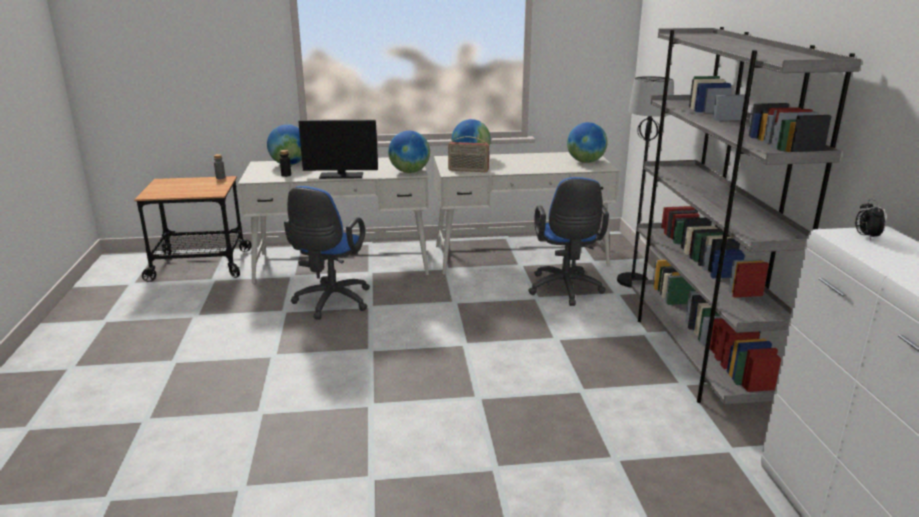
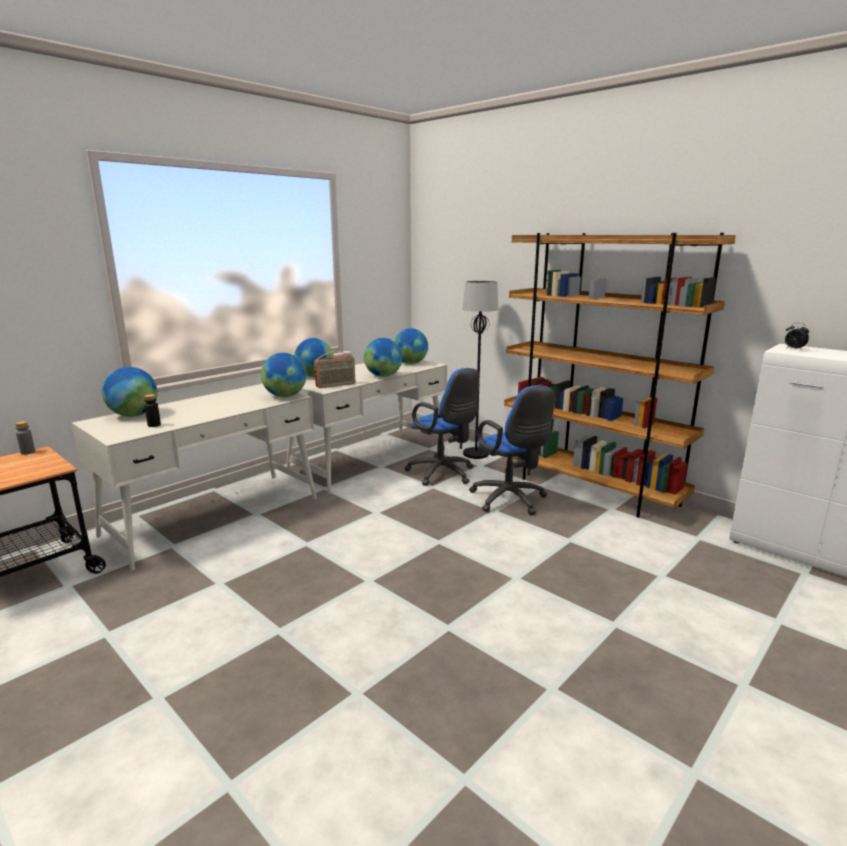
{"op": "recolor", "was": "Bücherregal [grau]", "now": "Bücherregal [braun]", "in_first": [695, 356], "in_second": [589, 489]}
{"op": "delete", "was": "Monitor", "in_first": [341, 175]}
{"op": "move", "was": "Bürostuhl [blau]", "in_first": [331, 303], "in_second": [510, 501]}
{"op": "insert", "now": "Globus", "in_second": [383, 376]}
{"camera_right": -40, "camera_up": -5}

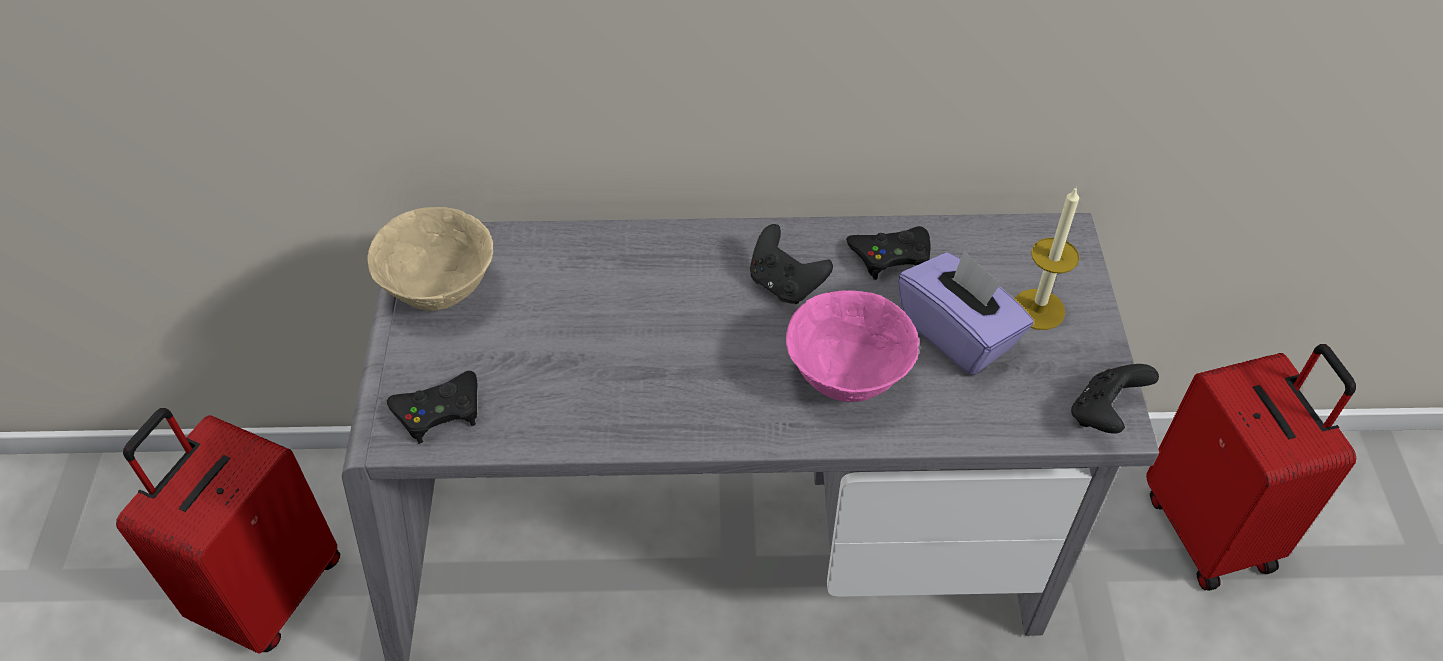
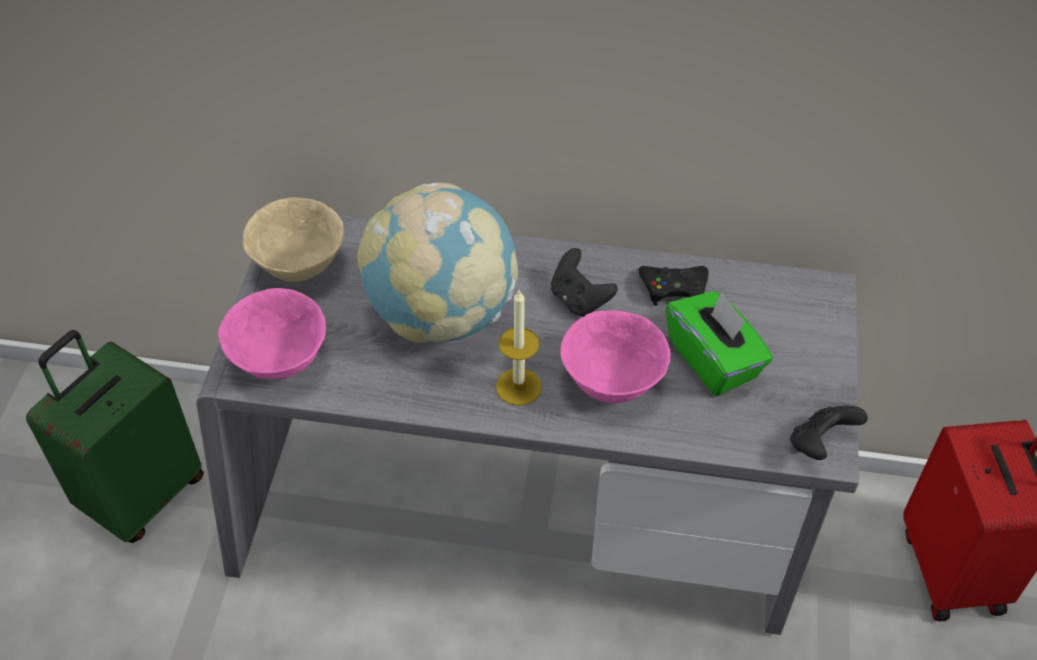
{"op": "move", "was": "Kerze", "in_first": [1038, 309], "in_second": [518, 386]}
{"op": "recolor", "was": "Taschentuchbox [lila]", "now": "Taschentuchbox [grün]", "in_first": [958, 333], "in_second": [714, 360]}
{"op": "replace", "was": "Gamepad [schwarz]", "now": "Schüssel [rosa]", "in_first": [439, 411], "in_second": [279, 362]}
{"op": "recolor", "was": "Koffer [rot]", "now": "Koffer [grün]", "in_first": [268, 591], "in_second": [141, 494]}
{"op": "insert", "now": "Globus", "in_second": [442, 314]}
{"camera_right": 10, "camera_up": 0}

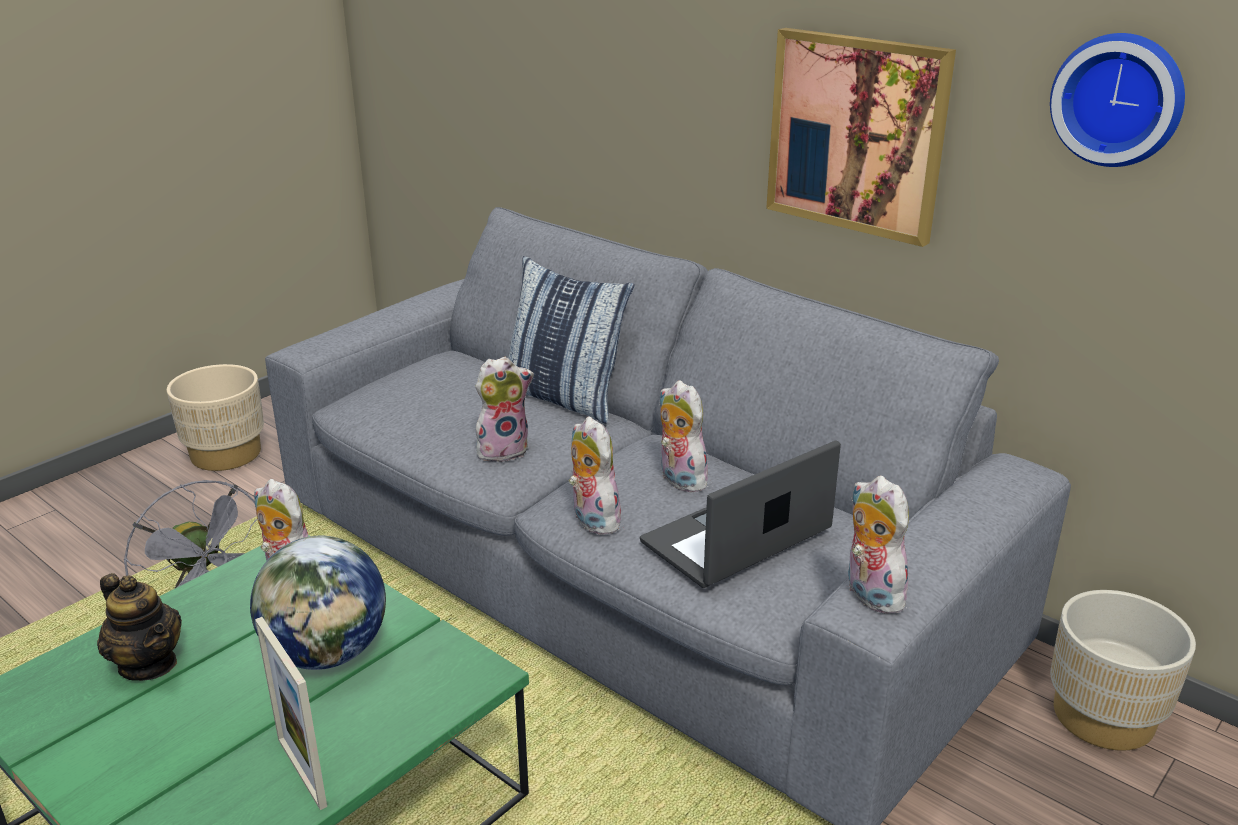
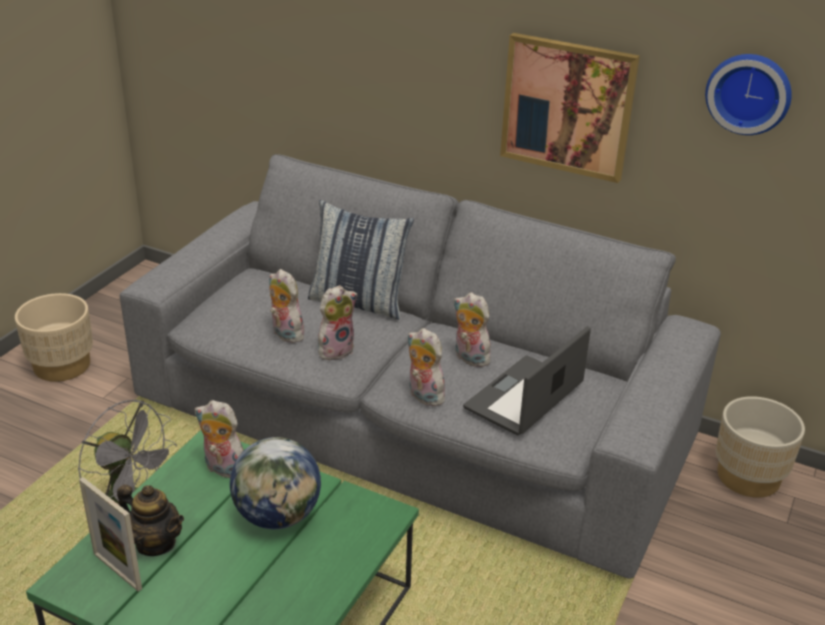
{"op": "move", "was": "Plüschtier", "in_first": [869, 594], "in_second": [285, 334]}
{"op": "move", "was": "Bilderrahmen", "in_first": [301, 772], "in_second": [117, 571]}
{"camera_right": -15, "camera_up": 5}

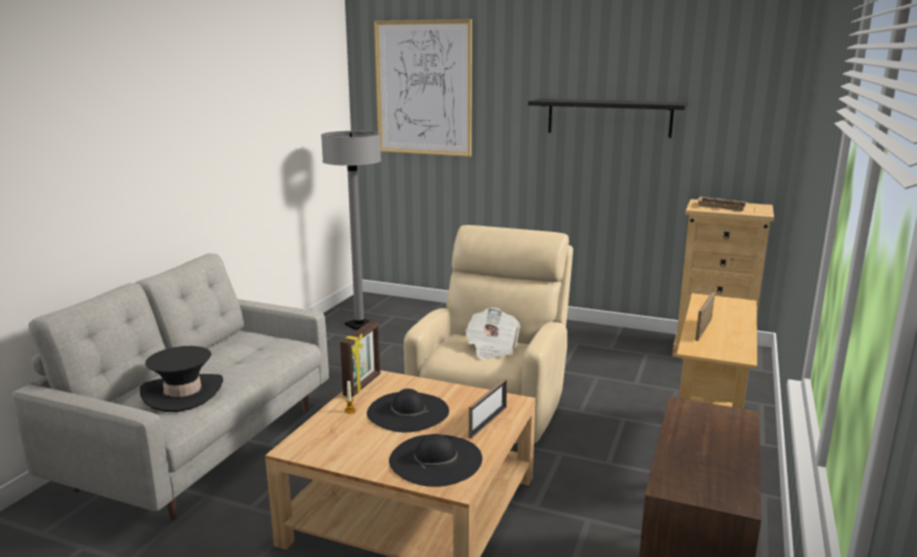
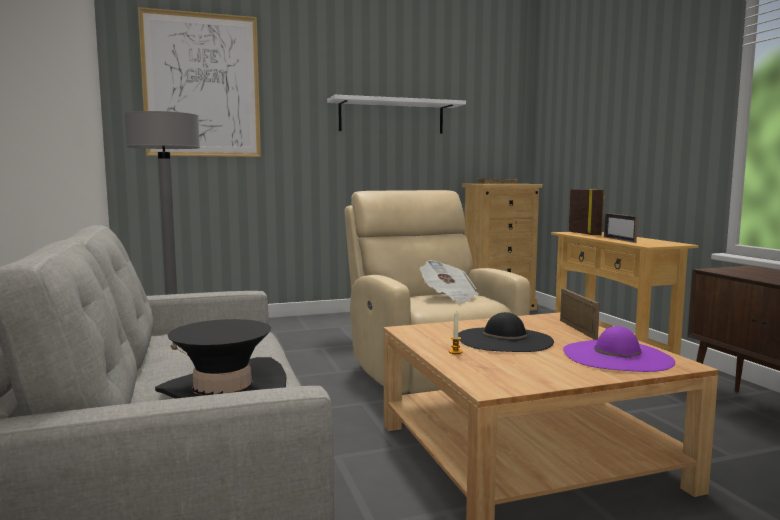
{"op": "recolor", "was": "Wandregal [schwarz]", "now": "Wandregal [weiß]", "in_first": [609, 117], "in_second": [391, 117]}
{"op": "move", "was": "Bilderrahmen", "in_first": [363, 385], "in_second": [585, 234]}
{"op": "recolor", "was": "Hut [schwarz]", "now": "Hut [lila]", "in_first": [435, 459], "in_second": [616, 356]}
{"camera_right": -40, "camera_up": -10}

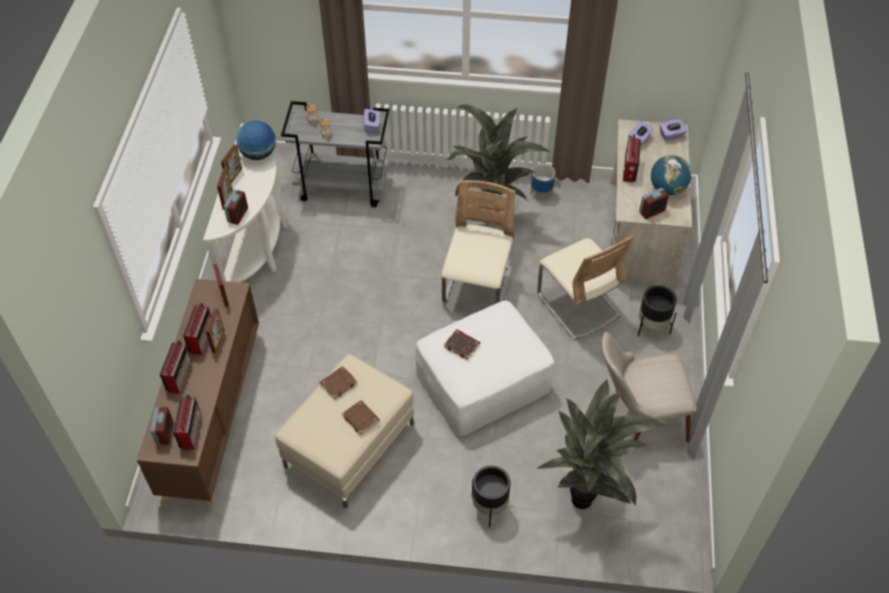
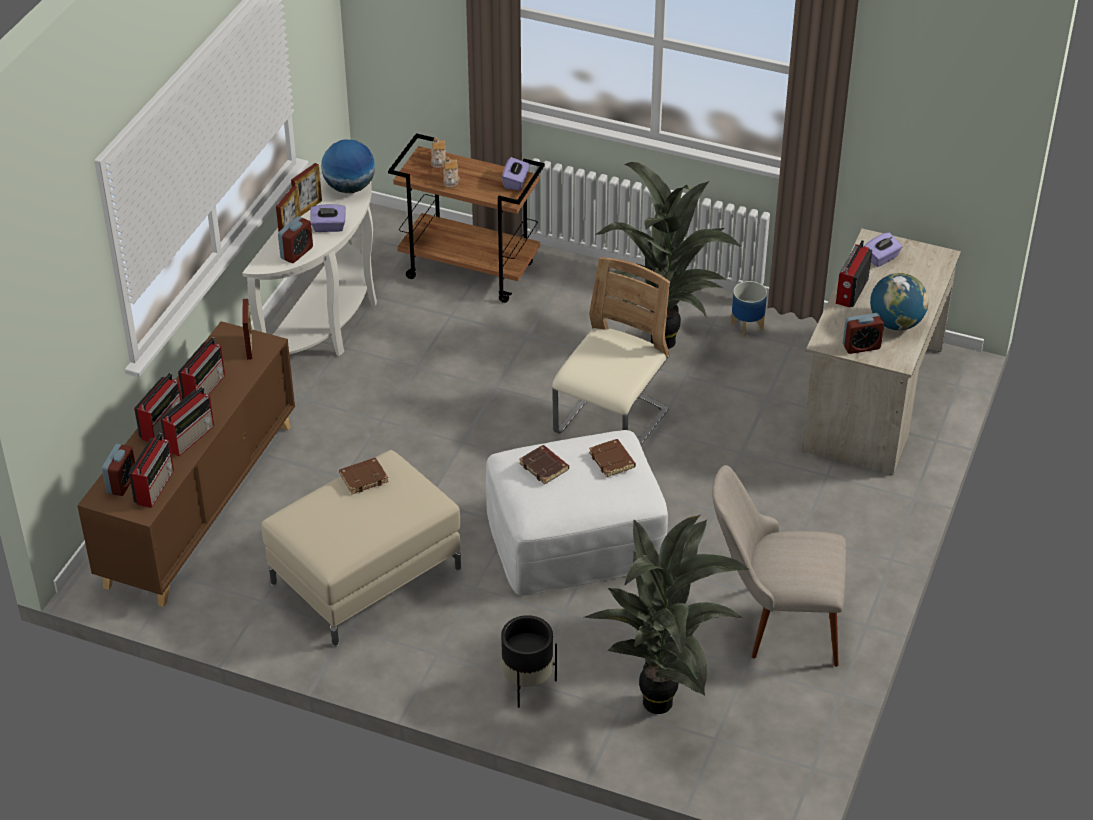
{"op": "recolor", "was": "Rollwagen [grau]", "now": "Rollwagen [braun]", "in_first": [343, 187], "in_second": [471, 270]}
{"op": "move", "was": "Taschentuchbox [lila]", "in_first": [671, 135], "in_second": [328, 227]}
{"op": "delete", "was": "Stuhl [beige]", "in_first": [578, 305]}
{"op": "delete", "was": "Pflanzkübel [schwarz]", "in_first": [652, 327]}
{"op": "delete", "was": "Bilderrahmen", "in_first": [218, 341]}
{"op": "move", "was": "Buch [braun]", "in_first": [361, 419], "in_second": [613, 461]}
{"op": "insert", "now": "Radio", "in_second": [191, 437]}
{"camera_right": 15, "camera_up": -10}

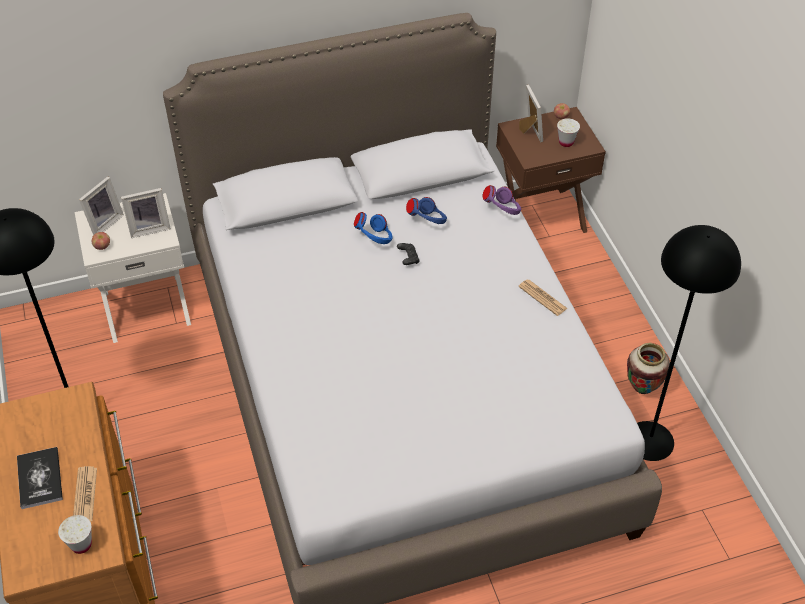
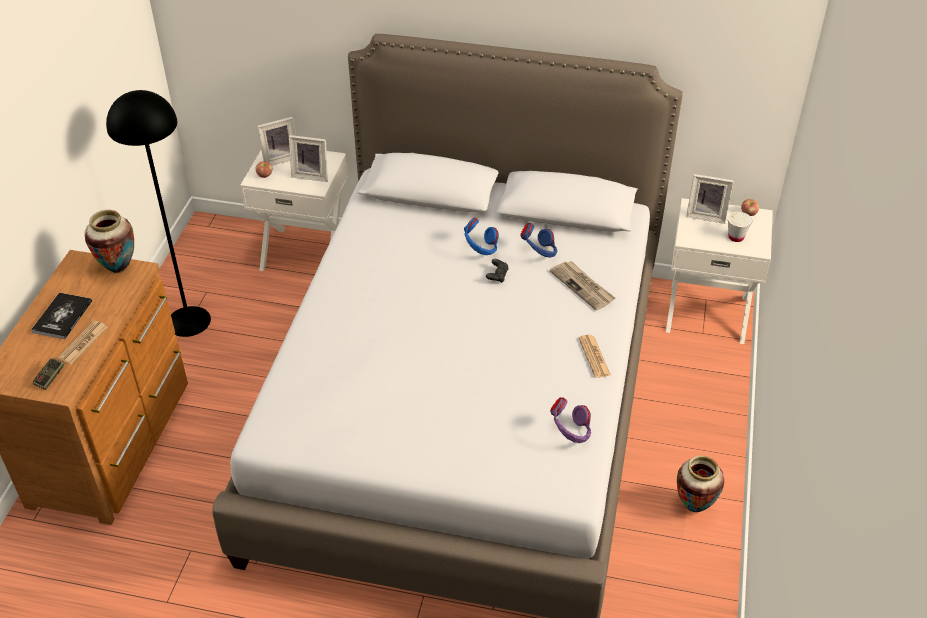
{"op": "rotate", "was": "Bilderrahmen", "in_first": [529, 131], "in_second": [706, 215], "clockwise": 90}
{"op": "recolor", "was": "Nachttisch [braun]", "now": "Nachttisch [weiß]", "in_first": [540, 216], "in_second": [707, 312]}
{"op": "move", "was": "Kopfhörer [lila]", "in_first": [502, 211], "in_second": [570, 432]}
{"op": "delete", "was": "Stehlampe [schwarz]", "in_first": [650, 441]}
{"op": "replace", "was": "Tasse [weiß]", "now": "Gamepad", "in_first": [81, 545], "in_second": [50, 378]}
{"op": "insert", "now": "Vase", "in_second": [118, 268]}
{"op": "insert", "now": "Zeitung", "in_second": [583, 286]}
{"camera_right": 30, "camera_up": -5}

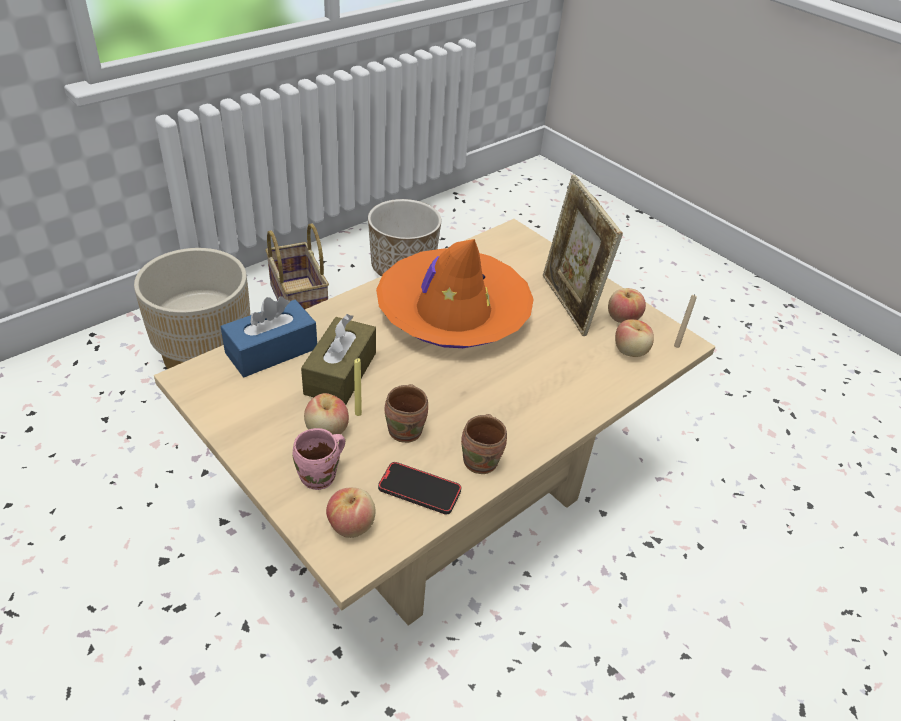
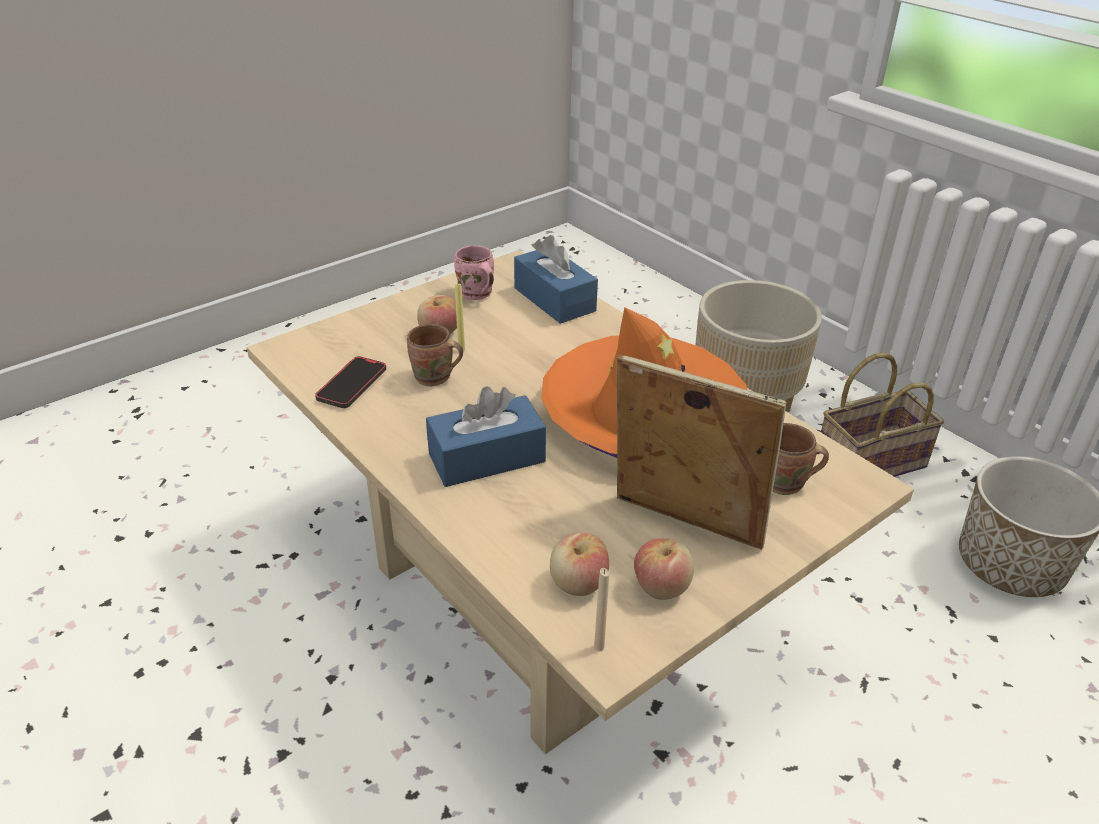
{"op": "rotate", "was": "Bilderrahmen", "in_first": [568, 305], "in_second": [683, 526], "clockwise": 45}
{"op": "delete", "was": "Taschentuchbox [braun]", "in_first": [340, 373]}
{"op": "move", "was": "Henkelbecher [braun]", "in_first": [482, 461], "in_second": [785, 485]}
{"op": "move", "was": "Henkelbecher [rosa]", "in_first": [321, 477], "in_second": [475, 295]}
{"op": "delete", "was": "Apfel", "in_first": [351, 525]}
{"op": "insert", "now": "Taschentuchbox [blau]", "in_second": [487, 458]}
{"camera_right": 95, "camera_up": -5}

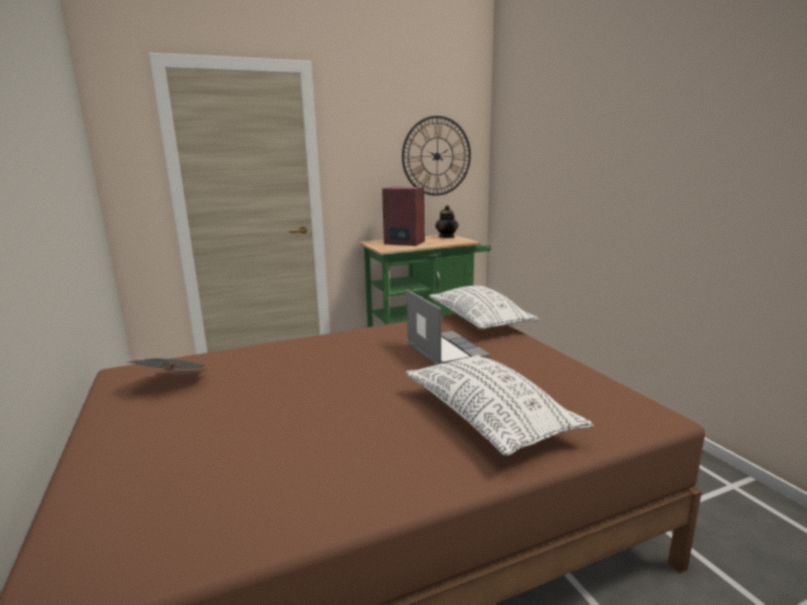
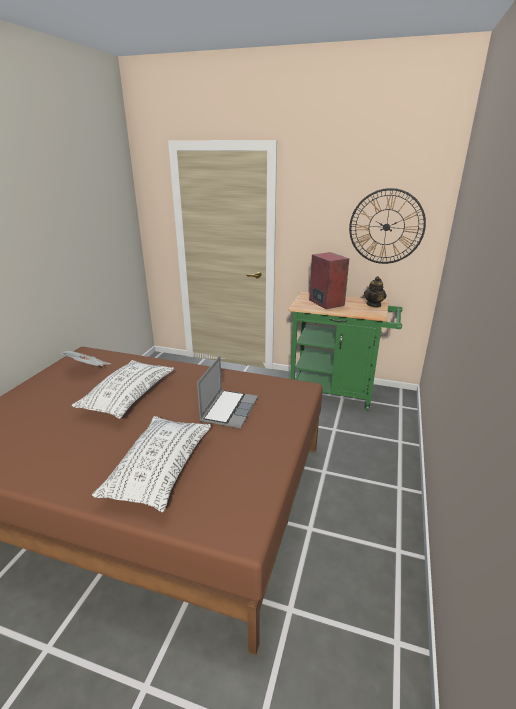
{"op": "move", "was": "Kissen [weiß]", "in_first": [478, 320], "in_second": [128, 396]}
{"camera_right": 40, "camera_up": 10}

